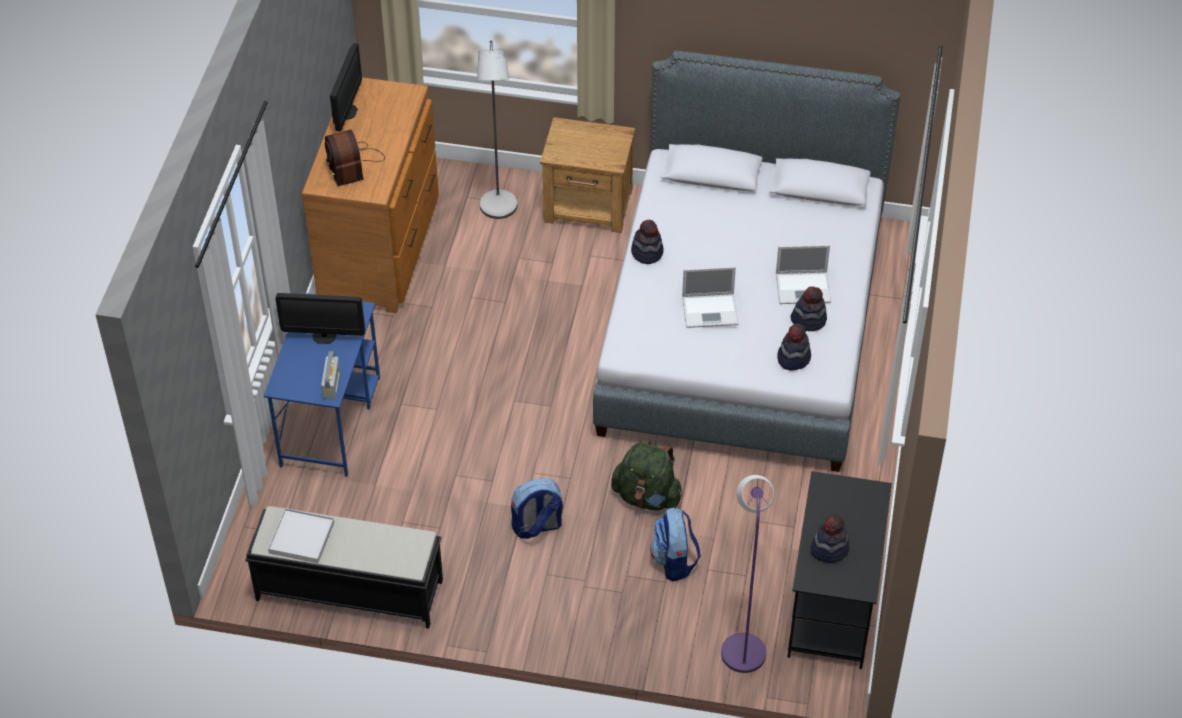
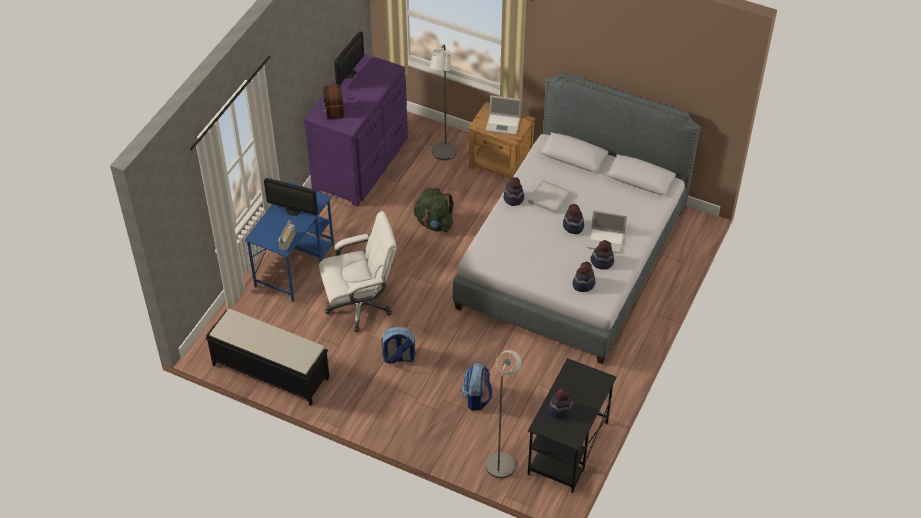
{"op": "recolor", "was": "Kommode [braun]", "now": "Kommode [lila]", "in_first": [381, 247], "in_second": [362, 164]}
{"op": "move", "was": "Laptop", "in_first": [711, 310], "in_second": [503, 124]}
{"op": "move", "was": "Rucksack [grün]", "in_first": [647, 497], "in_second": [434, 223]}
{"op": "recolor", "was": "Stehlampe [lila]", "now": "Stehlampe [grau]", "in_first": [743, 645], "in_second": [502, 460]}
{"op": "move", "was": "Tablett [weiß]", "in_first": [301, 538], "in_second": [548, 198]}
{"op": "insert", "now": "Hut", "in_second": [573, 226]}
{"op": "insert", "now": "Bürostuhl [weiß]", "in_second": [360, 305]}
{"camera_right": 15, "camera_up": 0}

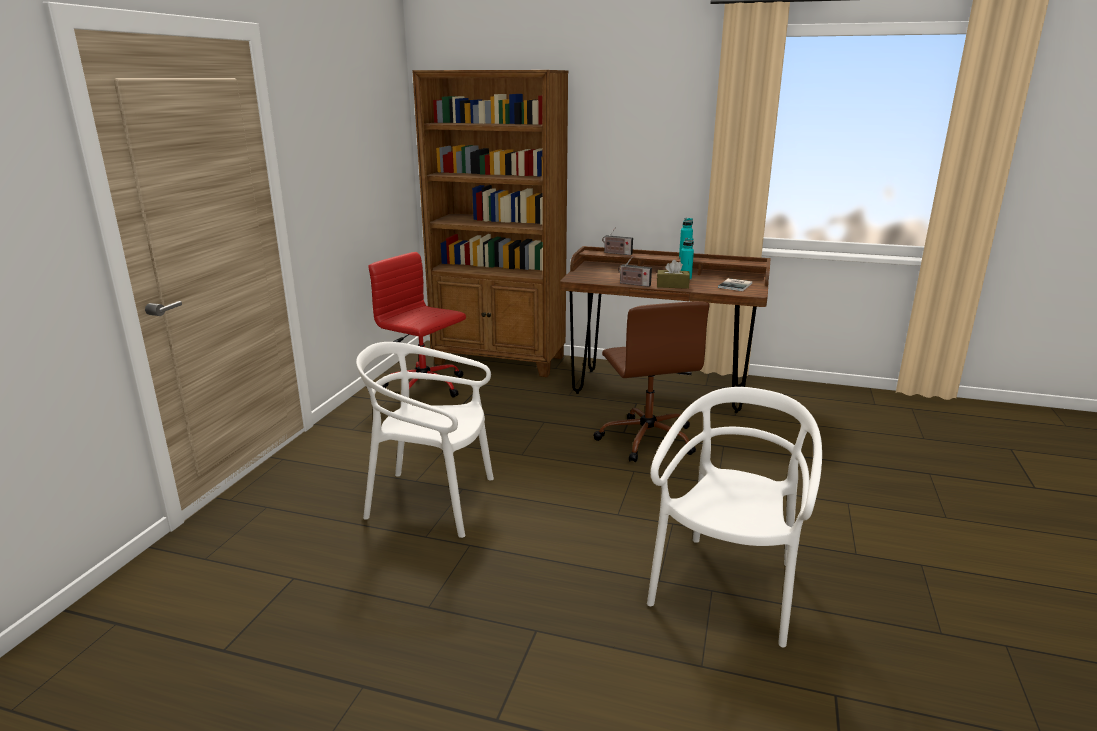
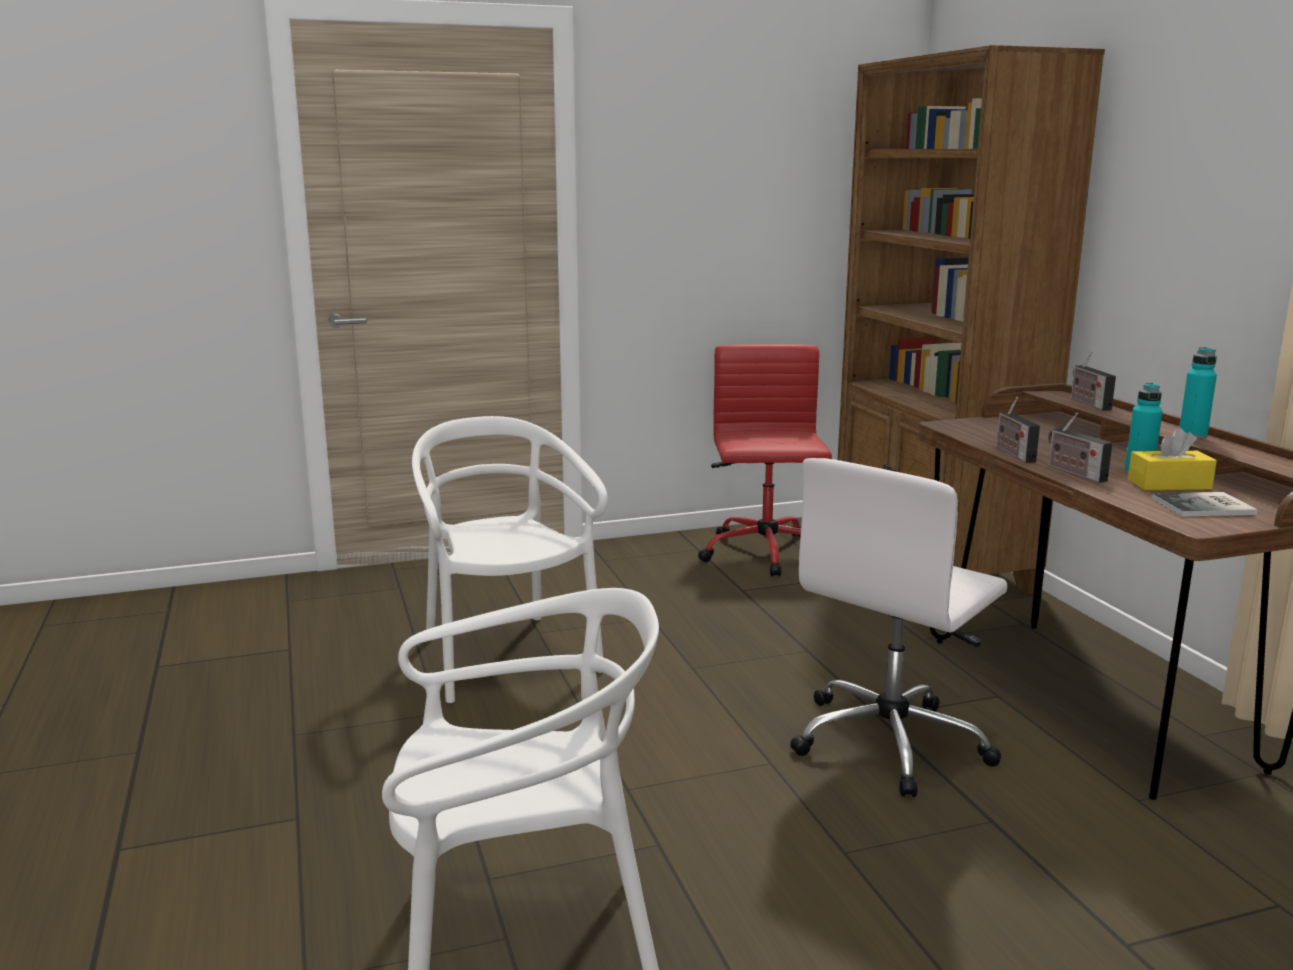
{"op": "replace", "was": "Taschentuchbox [braun]", "now": "Radio", "in_first": [672, 285], "in_second": [1073, 473]}
{"op": "recolor", "was": "Bürostuhl [braun]", "now": "Bürostuhl [weiß]", "in_first": [647, 439], "in_second": [891, 742]}
{"op": "insert", "now": "Taschentuchbox [gelb]", "in_second": [1169, 484]}
{"camera_right": 55, "camera_up": -5}

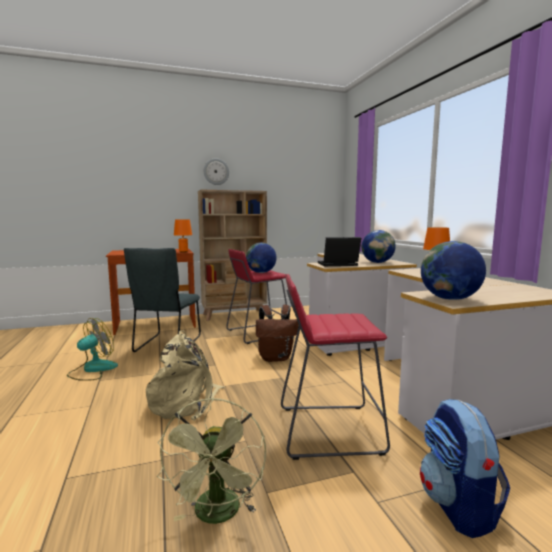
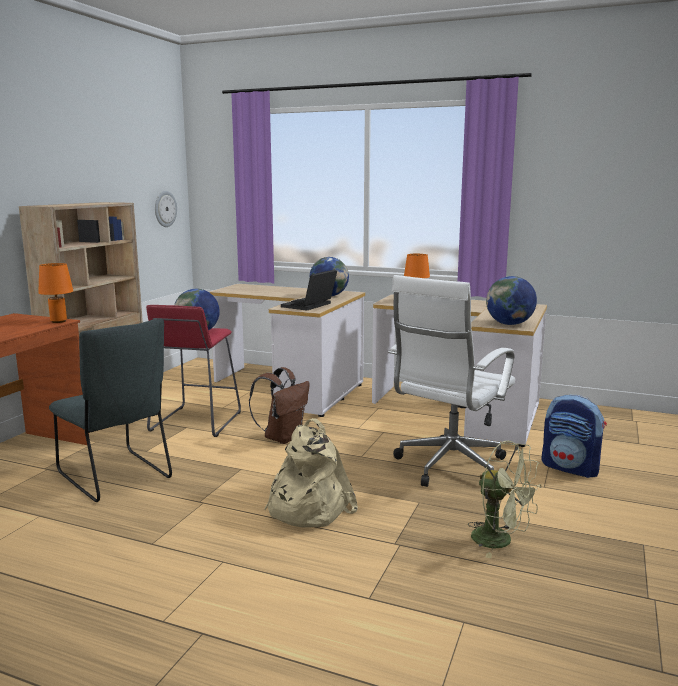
{"op": "move", "was": "Wanduhr", "in_first": [216, 171], "in_second": [165, 209]}
{"op": "replace", "was": "Hocker [rot]", "now": "Bürostuhl [weiß]", "in_first": [329, 430], "in_second": [448, 468]}
{"op": "delete", "was": "Ventilator", "in_first": [92, 370]}
{"camera_right": -50, "camera_up": 5}

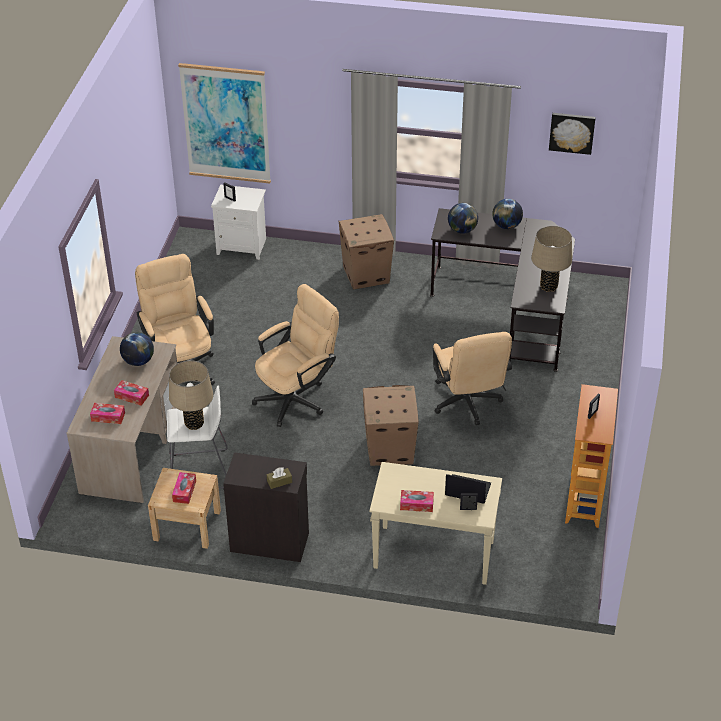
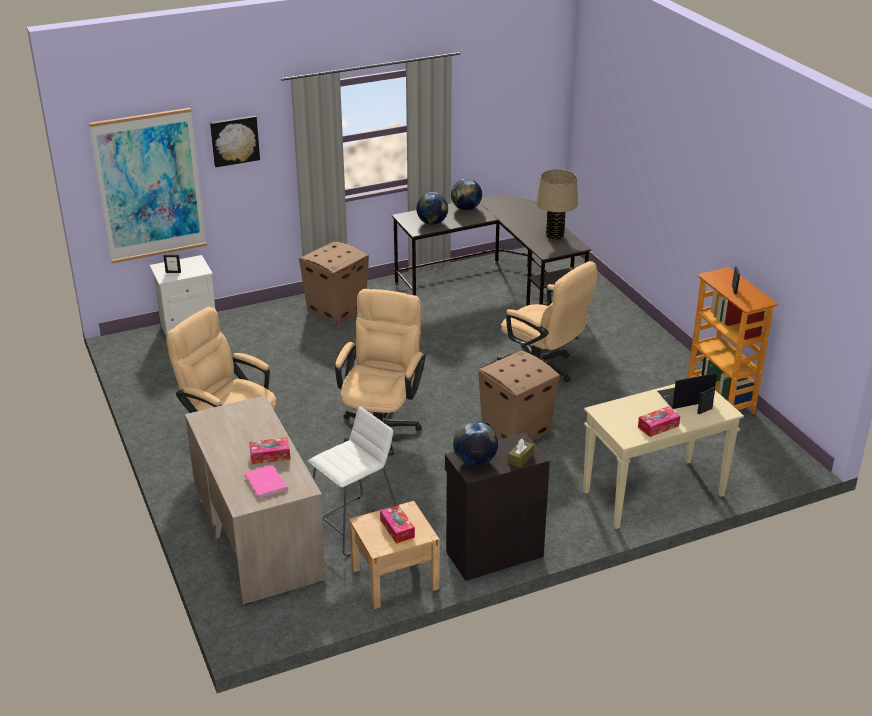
{"op": "move", "was": "Bild", "in_first": [572, 132], "in_second": [234, 140]}
{"op": "move", "was": "Globus", "in_first": [138, 361], "in_second": [475, 461]}
{"op": "delete", "was": "Tischlampe [beige]", "in_first": [194, 423]}
{"op": "replace", "was": "Taschentuchbox", "now": "Buch [rosa]", "in_first": [108, 417], "in_second": [265, 483]}
{"camera_right": -35, "camera_up": -10}

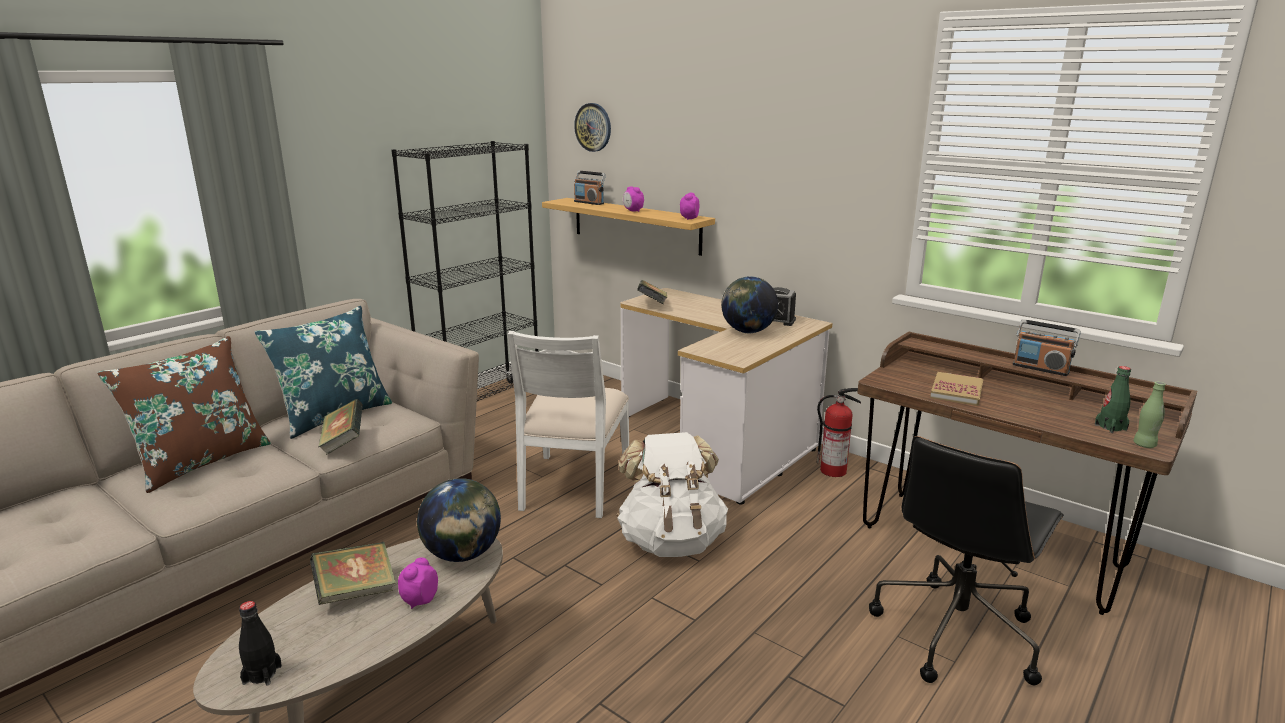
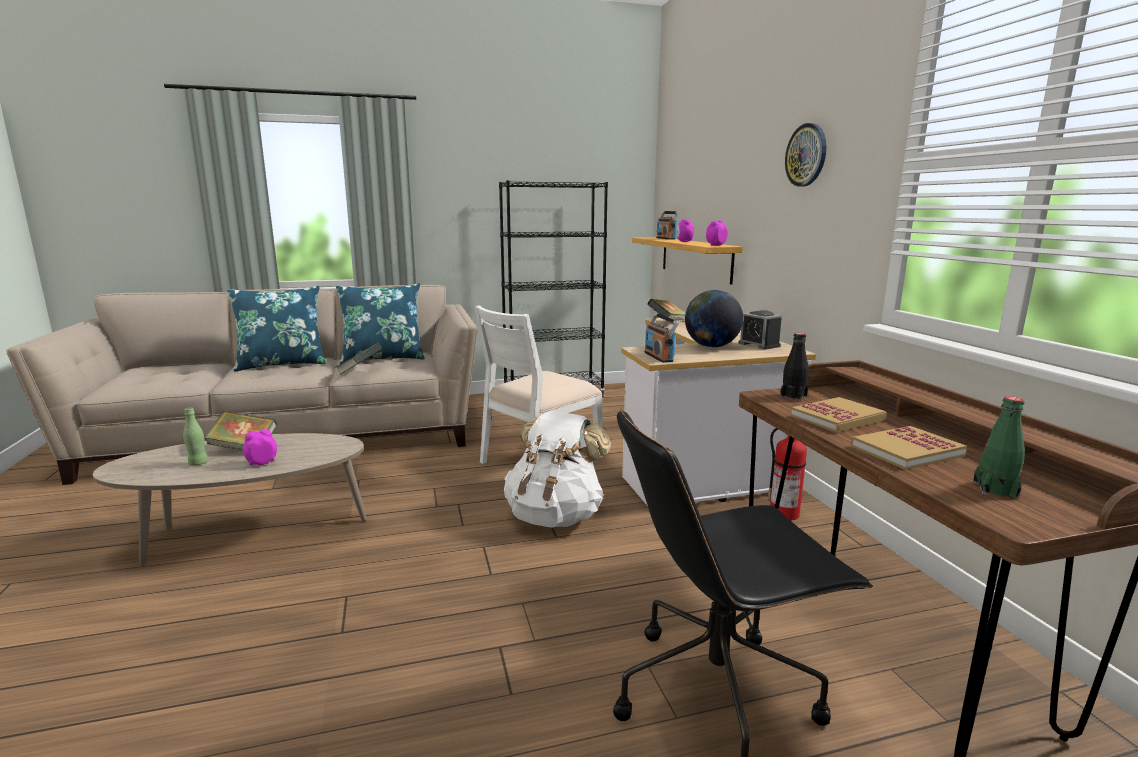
{"op": "move", "was": "Wanduhr", "in_first": [593, 127], "in_second": [806, 155]}
{"op": "move", "was": "Radio", "in_first": [1040, 368], "in_second": [659, 357]}
{"op": "recolor", "was": "Kissen [braun]", "now": "Kissen [blau]", "in_first": [201, 461], "in_second": [282, 364]}
{"op": "move", "was": "Flasche [grün]", "in_first": [1144, 445], "in_second": [198, 463]}
{"op": "delete", "was": "Globus", "in_first": [462, 555]}
{"op": "move", "was": "Flasche [schwarz]", "in_first": [262, 674], "in_second": [793, 396]}
{"op": "insert", "now": "Buch", "in_second": [906, 451]}
{"camera_right": 35, "camera_up": -5}

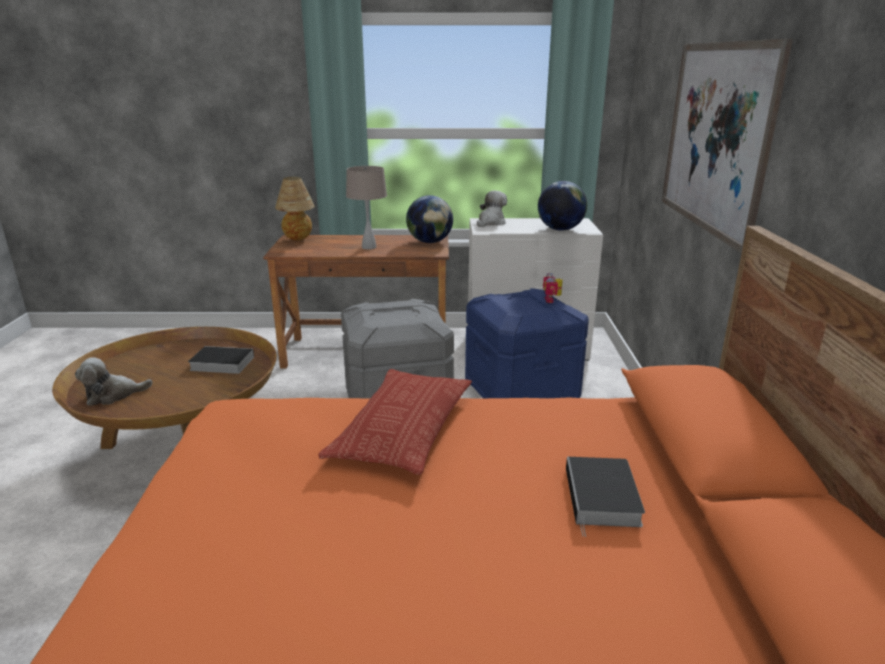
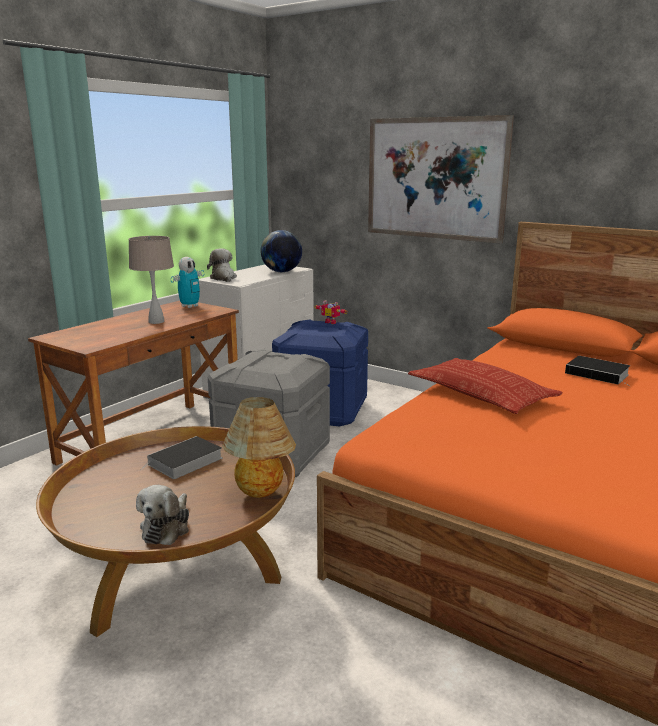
{"op": "move", "was": "Tischlampe", "in_first": [298, 240], "in_second": [261, 494]}
{"op": "replace", "was": "Globus", "now": "Spielzeugroboter", "in_first": [429, 242], "in_second": [190, 306]}
{"camera_right": -55, "camera_up": -5}

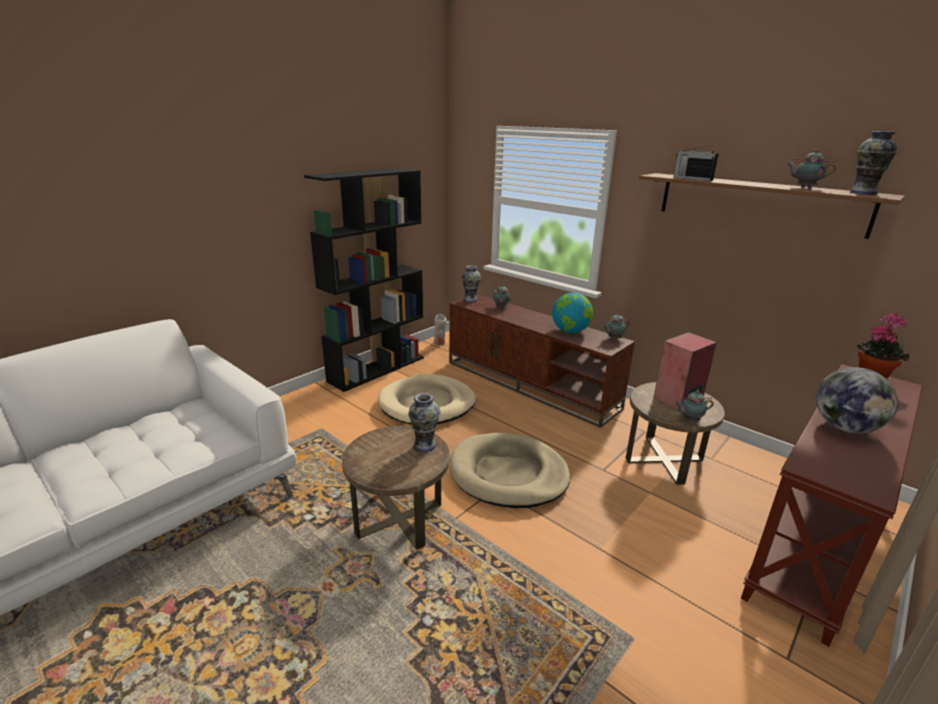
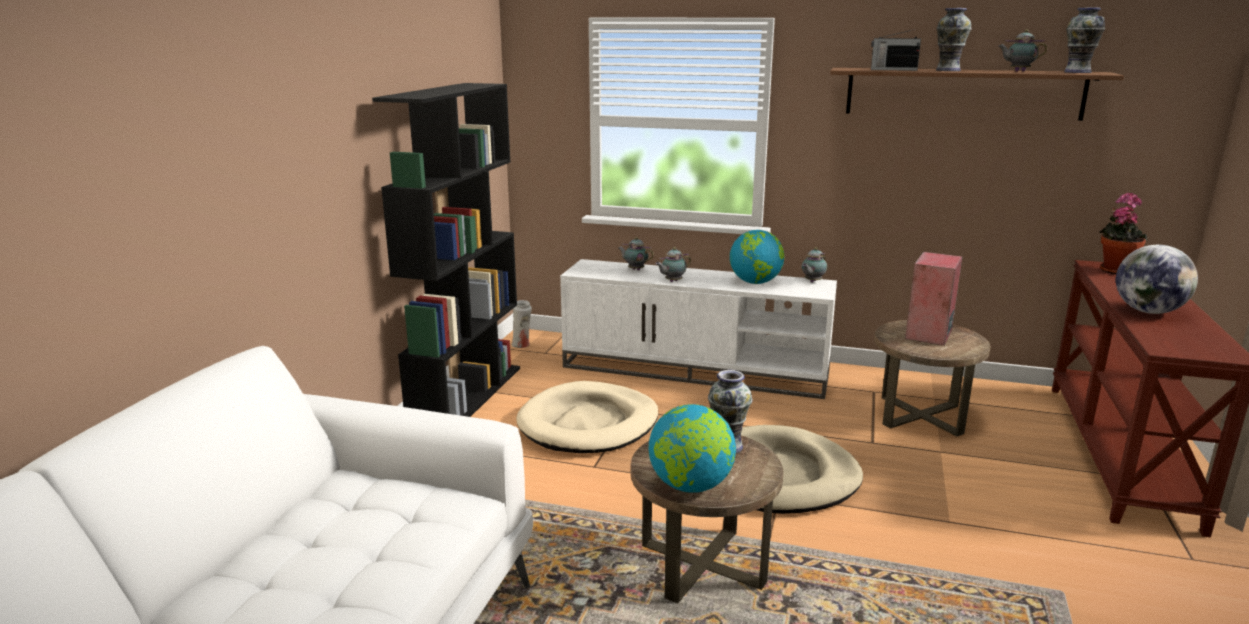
{"op": "move", "was": "Vase", "in_first": [470, 300], "in_second": [947, 70]}
{"op": "recolor", "was": "Fernsehschrank [braun]", "now": "Fernsehschrank [weiß]", "in_first": [531, 384], "in_second": [696, 370]}
{"op": "move", "was": "Teekanne", "in_first": [689, 420], "in_second": [672, 281]}
{"op": "insert", "now": "Globus", "in_second": [690, 486]}
{"camera_right": -25, "camera_up": -5}

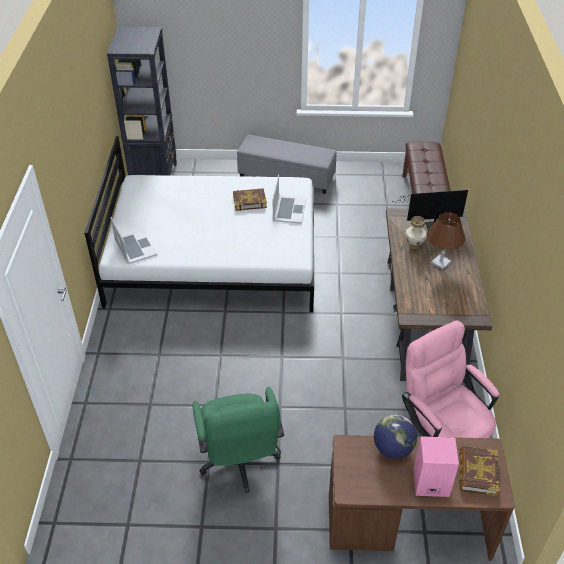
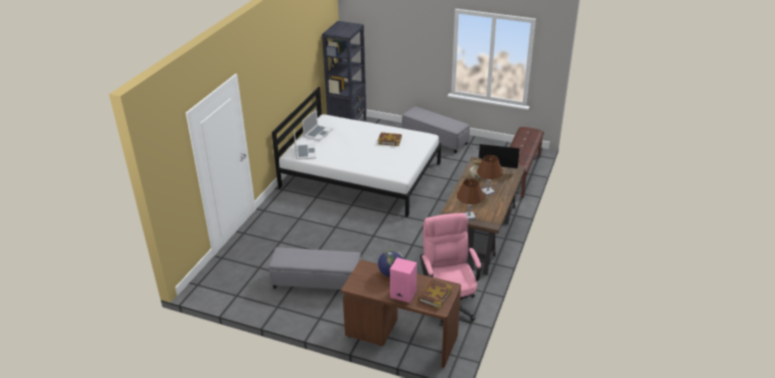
{"op": "move", "was": "Laptop", "in_first": [289, 209], "in_second": [318, 132]}
{"op": "replace", "was": "Bürostuhl [grün]", "now": "Polsterhocker [grau]", "in_first": [239, 462], "in_second": [316, 282]}
{"op": "insert", "now": "Tischlampe [braun]", "in_second": [468, 216]}
{"camera_right": 20, "camera_up": -10}

